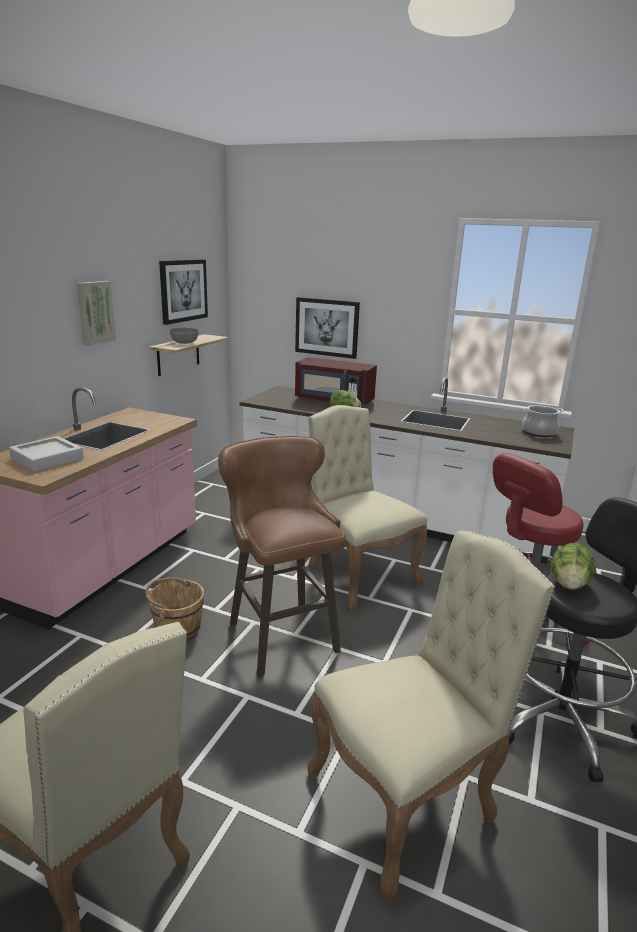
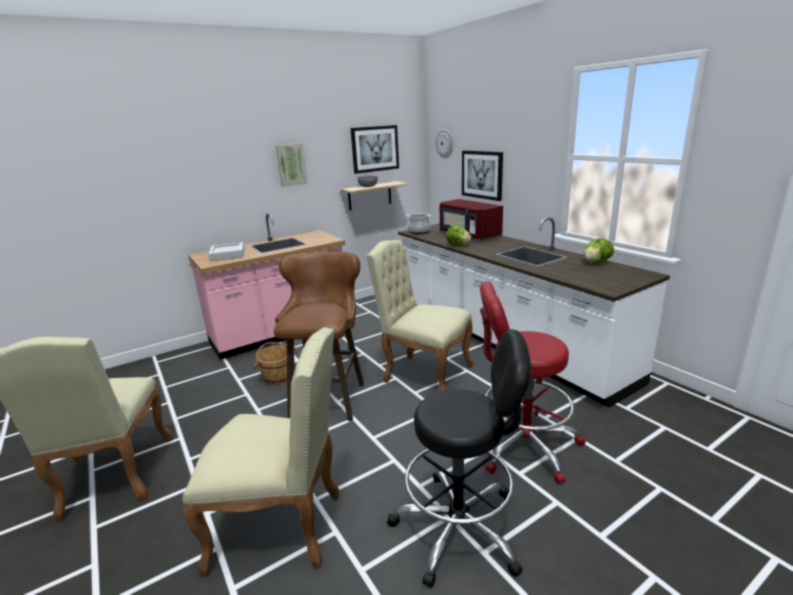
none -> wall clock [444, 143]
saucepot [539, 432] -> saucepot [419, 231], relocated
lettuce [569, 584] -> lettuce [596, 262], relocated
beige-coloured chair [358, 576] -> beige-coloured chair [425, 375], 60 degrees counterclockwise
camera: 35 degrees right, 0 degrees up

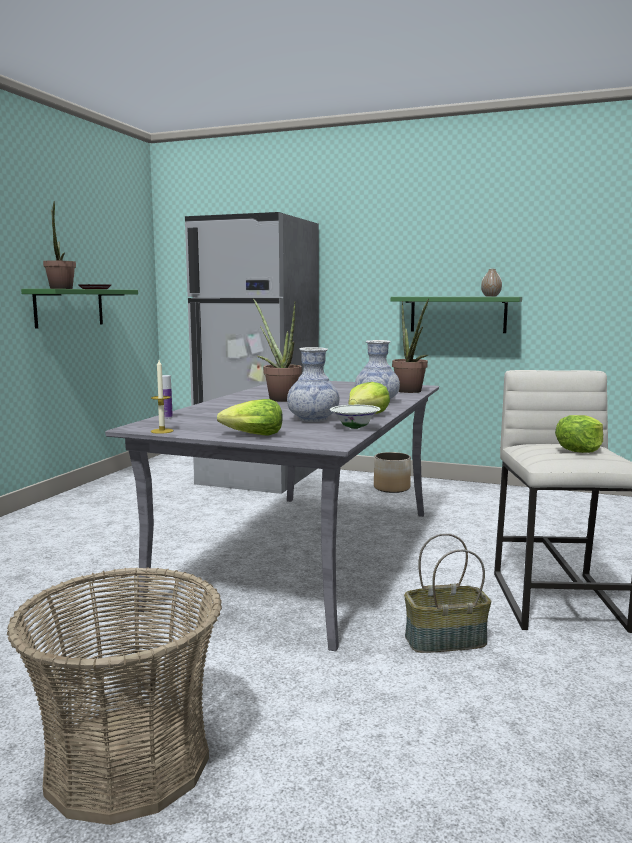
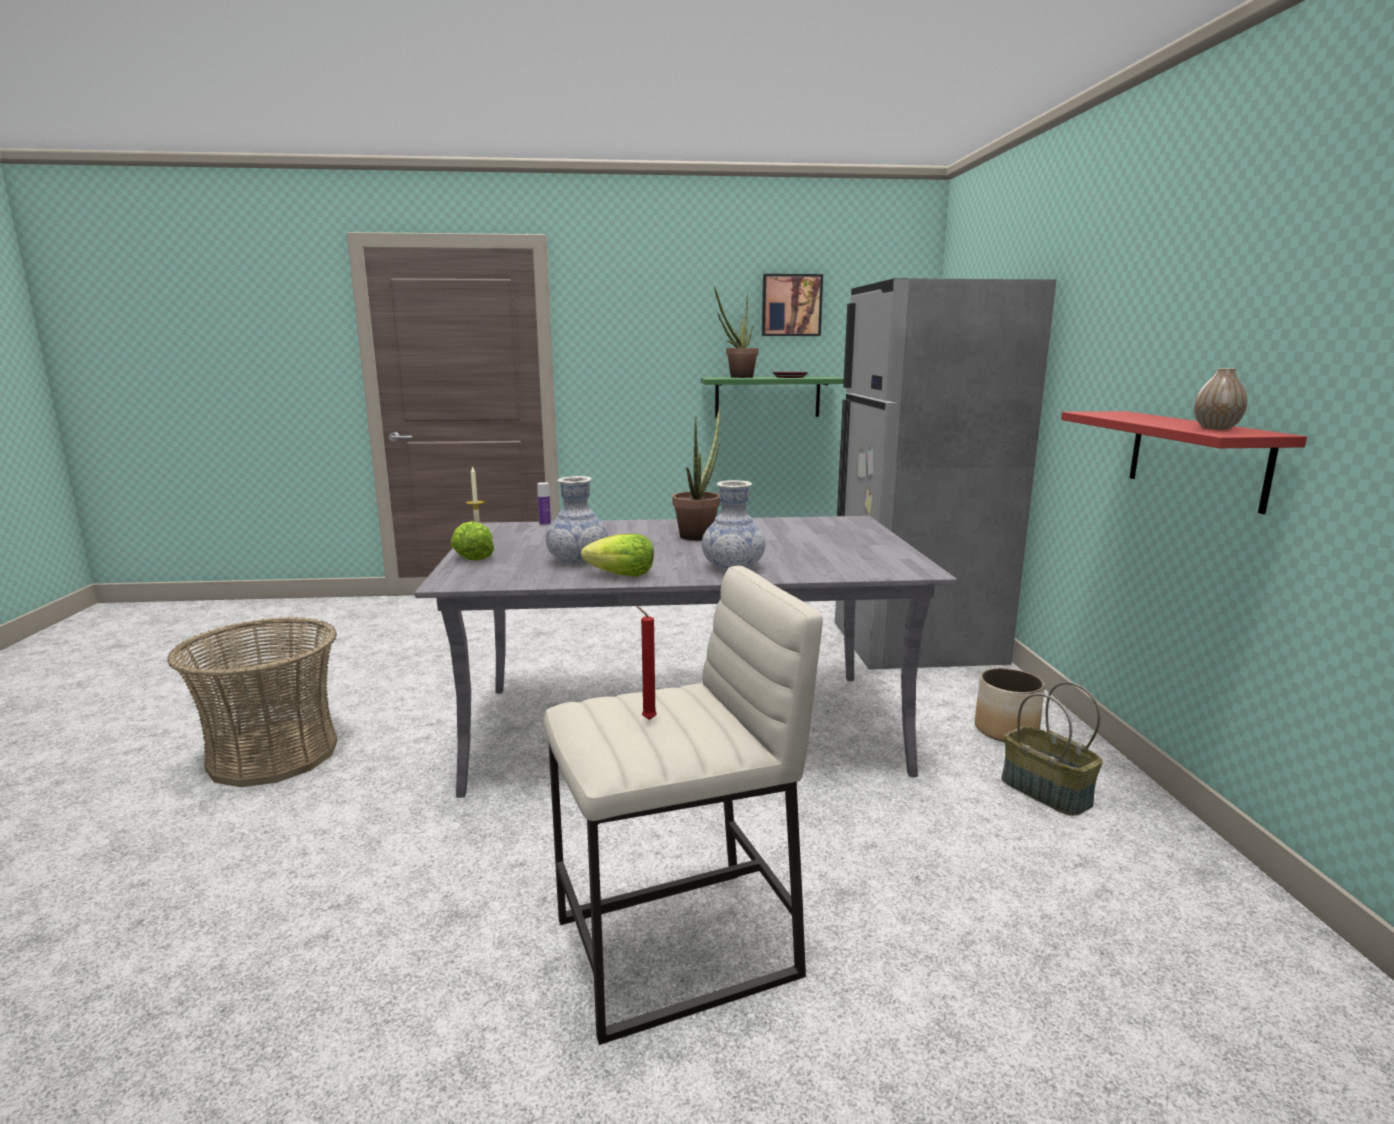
white-coloured serving bowl [355, 428] -> none
houseplant [411, 392] -> none
none -> wall art [791, 305]
household basket [445, 641] -> household basket [1044, 792], relocated
lettuce [580, 449] -> reddish wax light [647, 719]
greenish shelf [458, 314] -> reddish shelf [1196, 458]
camera: 65 degrees right, 5 degrees up

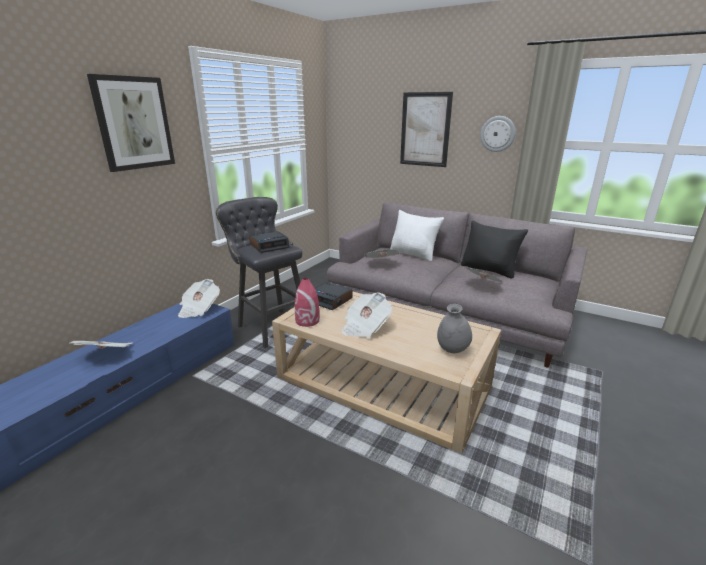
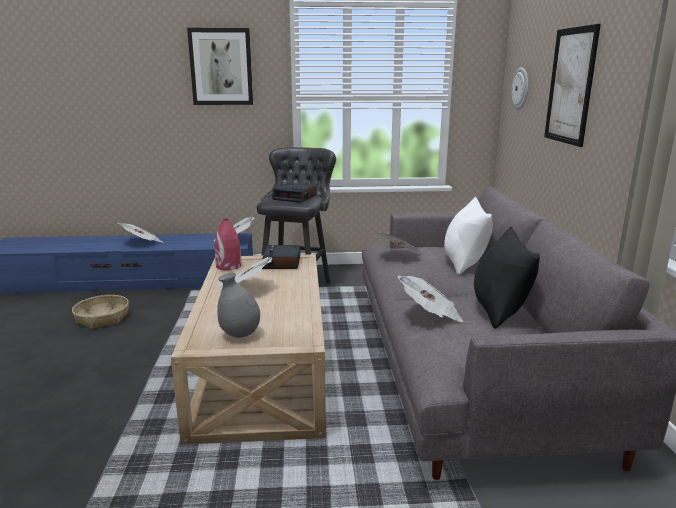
none -> household basket [102, 318]
wall clock [497, 134] -> wall clock [521, 88], relocated
camera: 55 degrees right, 5 degrees down

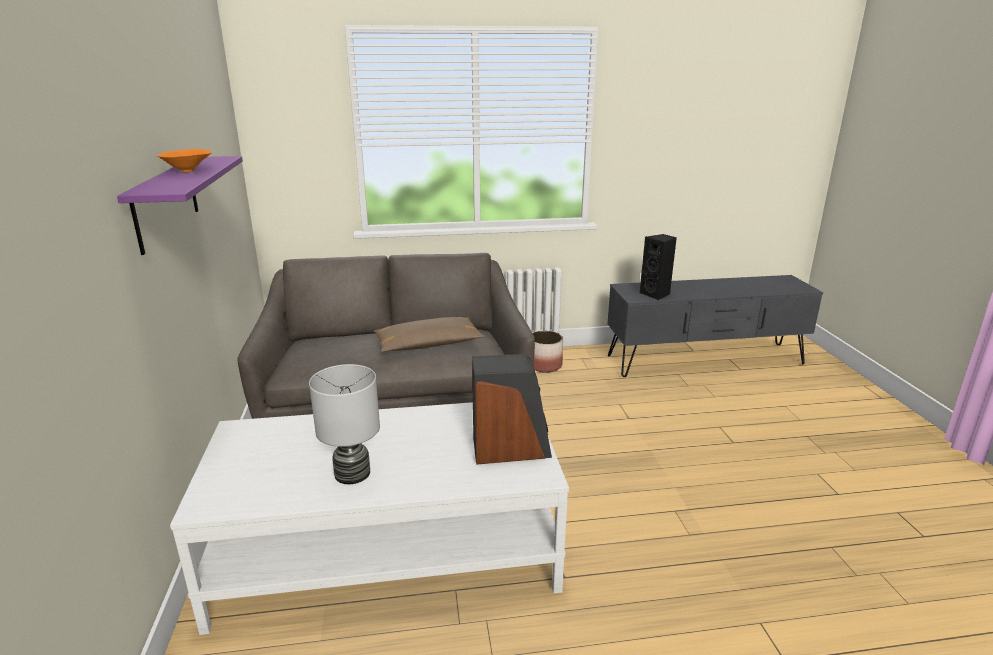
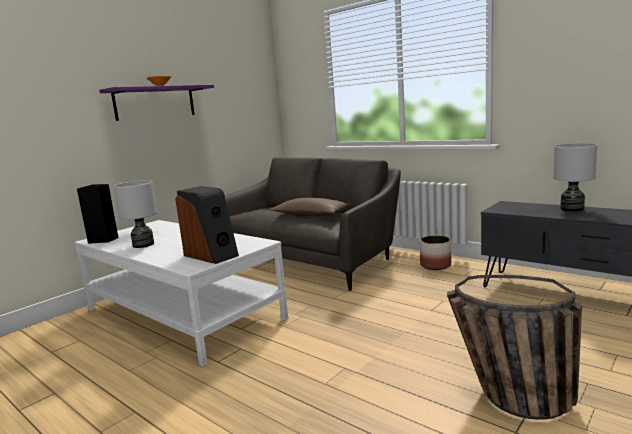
none -> household basket [507, 400]
none -> grey tabletop lamp [572, 209]
blackish loudspeaker [656, 294] -> blackish loudspeaker [104, 240], relocated
camera: 50 degrees right, 10 degrees down

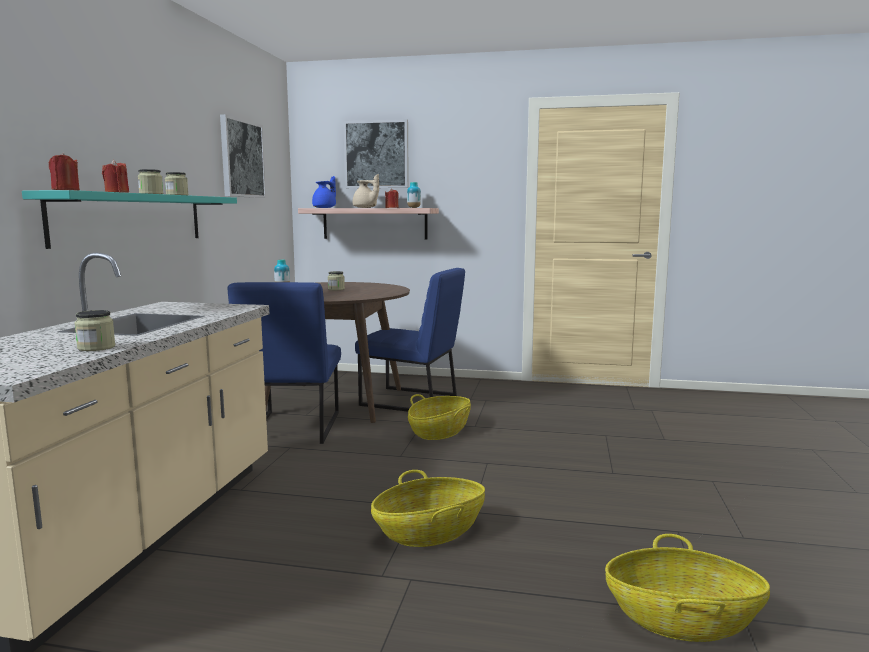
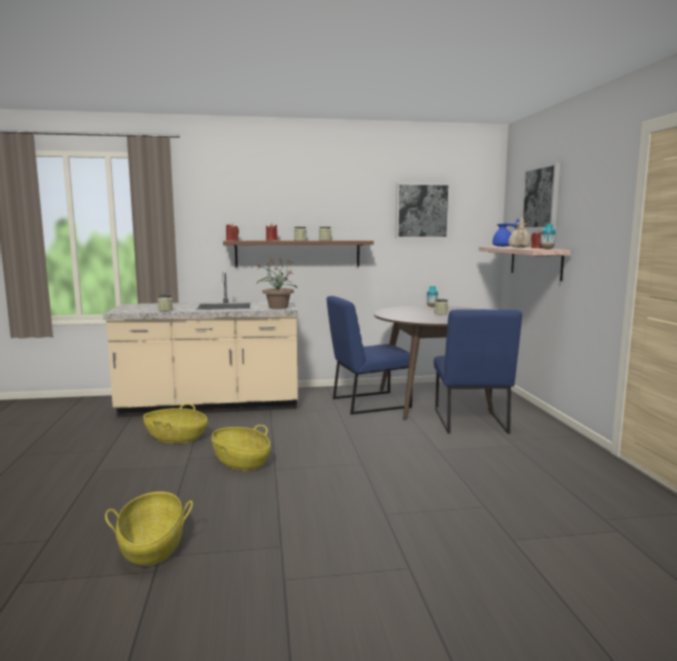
none -> houseplant [278, 307]
household basket [439, 431] -> household basket [176, 437], relocated
turquoise-coloured shelf [132, 218] -> brown-coloured shelf [298, 253]
camera: 70 degrees right, 0 degrees up

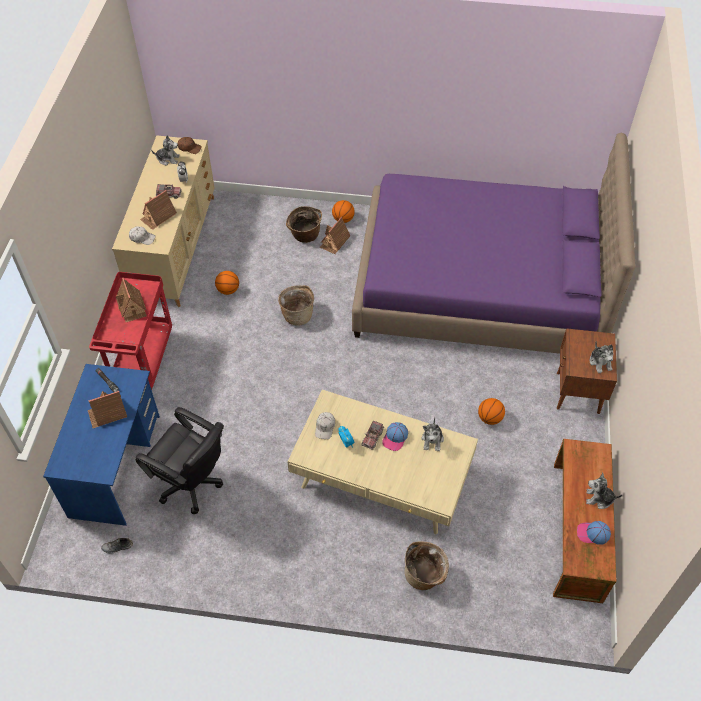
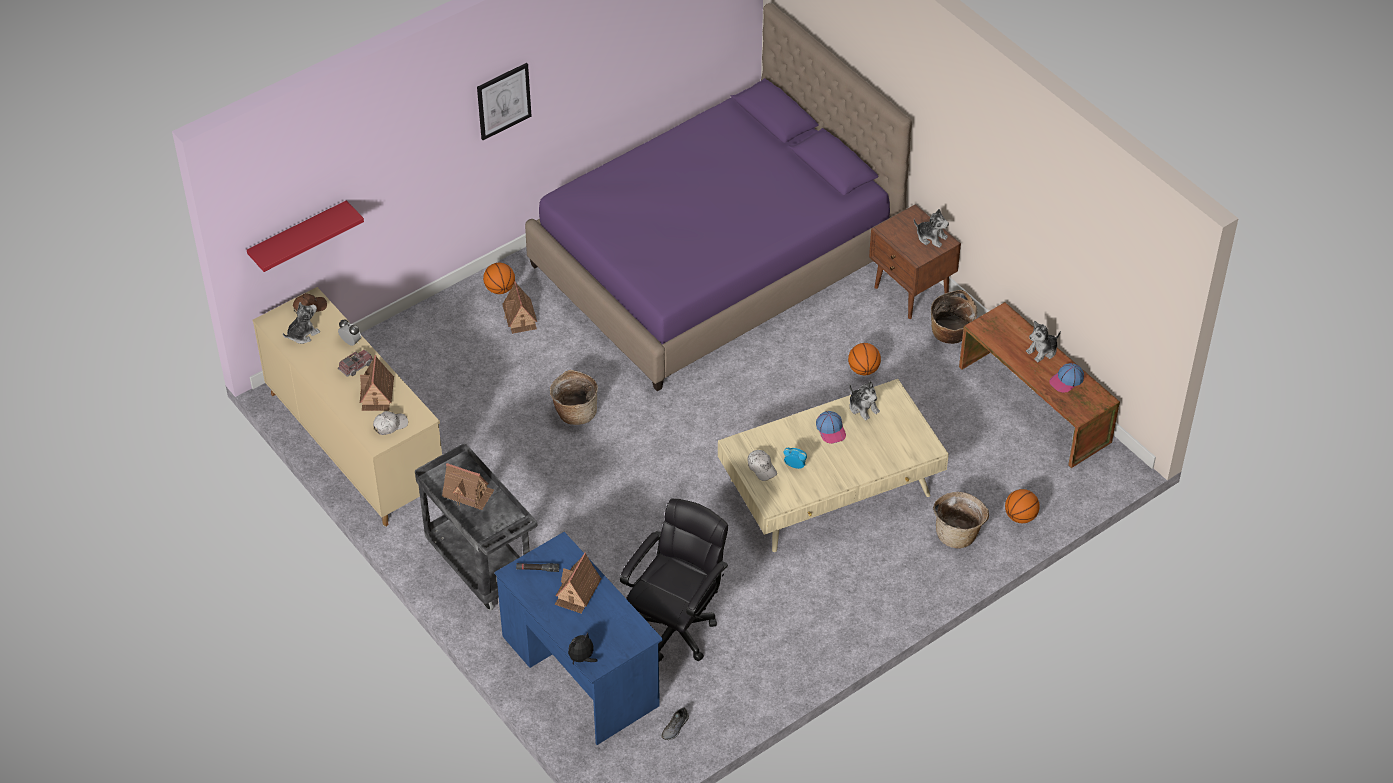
toy lorry [372, 437] -> none
none -> reddish shelf [298, 236]
none -> wall art [503, 101]
none -> soft toy [582, 658]
basketball ball [228, 290] -> basketball ball [1020, 516], relocated
household basket [304, 236] -> household basket [951, 334], relocated
reddish trolley [143, 365] -> grey trolley [482, 571]
blackish computer chair [194, 487] -> blackish computer chair [678, 628], 45 degrees counterclockwise
camera: 45 degrees left, 5 degrees down

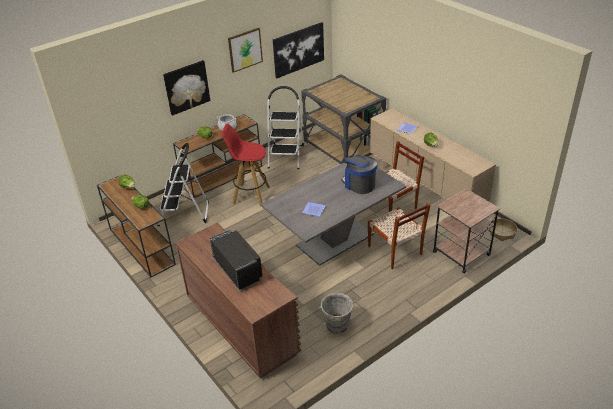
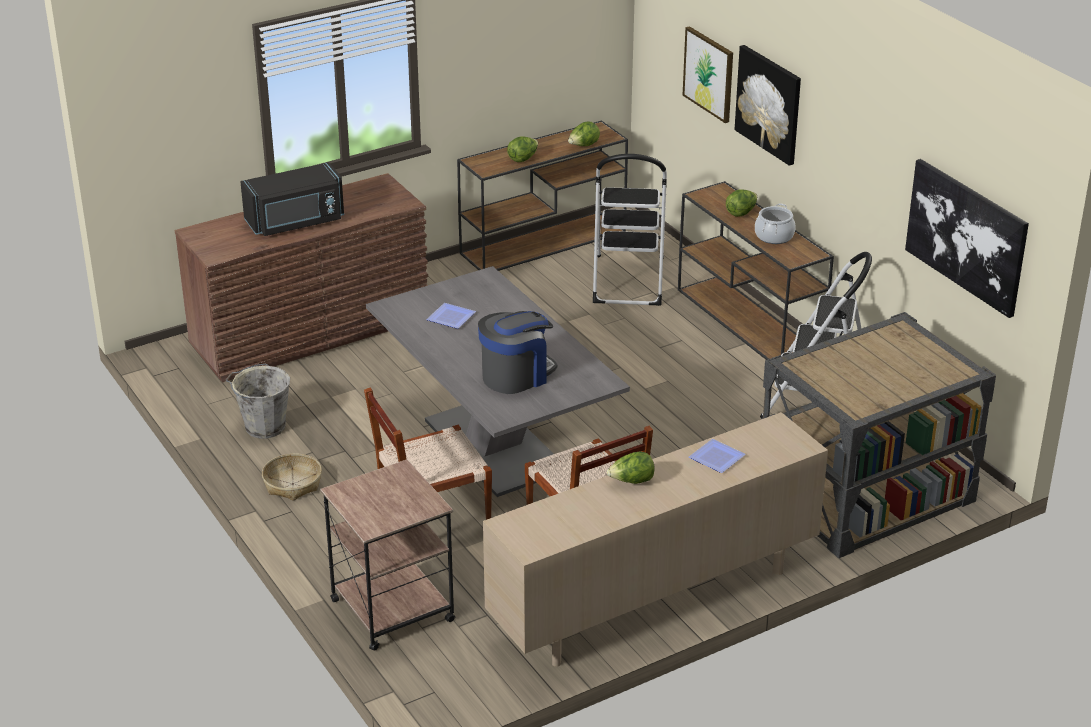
reddish sitting stool [250, 195] -> none
wall art [245, 49] -> wall art [709, 74], relocated
household basket [502, 233] -> household basket [292, 484], relocated
camera: 95 degrees right, 5 degrees down

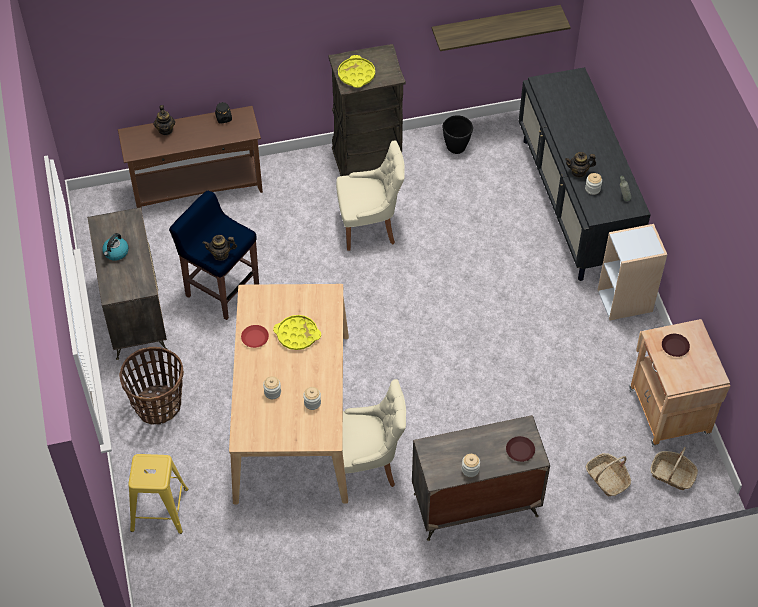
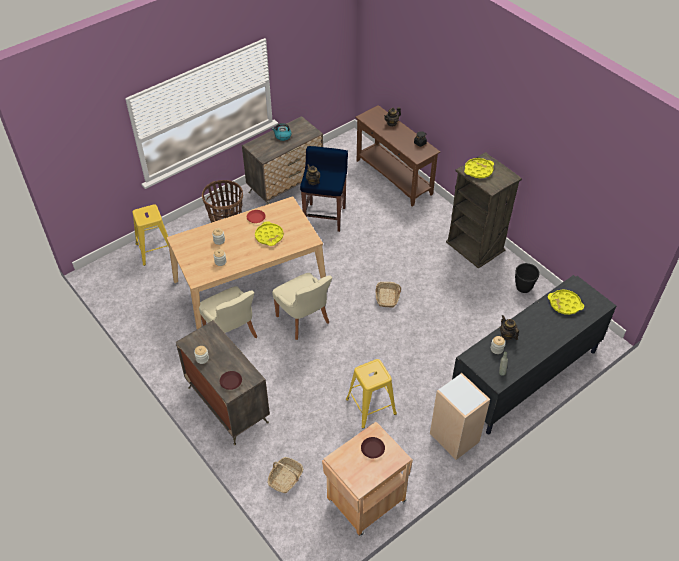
shelf [495, 25] -> none
none -> yellow-coloured sitting stool [371, 406]
none -> yellow-coloured tray [564, 304]
beige-coloured chair [370, 227] -> beige-coloured chair [304, 320], relocated
household basket [672, 475] -> household basket [387, 298], relocated
camera: 65 degrees right, 5 degrees down

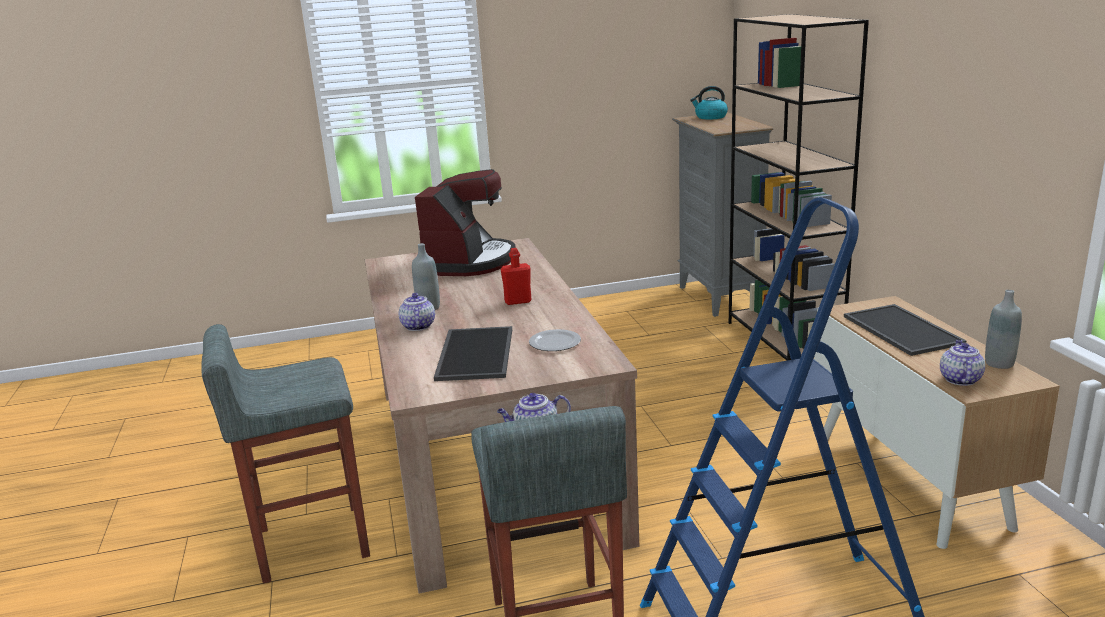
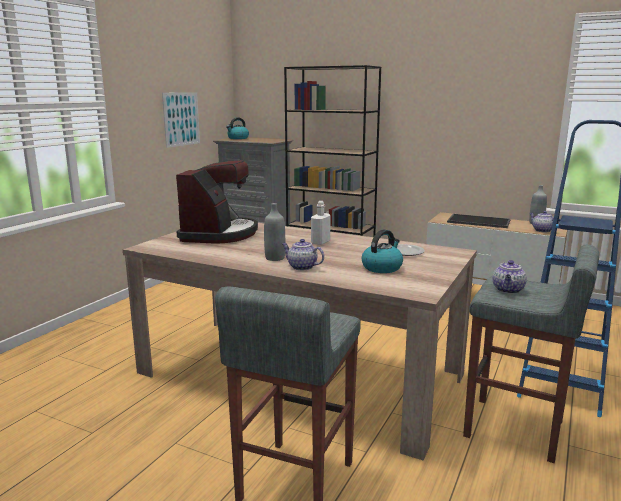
none -> wall art [181, 119]
tray [473, 353] -> tea kettle [382, 267]
reddish drink bottle [518, 301] -> white-coloured drink bottle [320, 242]
coffee brewer [469, 262] -> coffee brewer [219, 234], 45 degrees clockwise
camera: 50 degrees left, 5 degrees down

